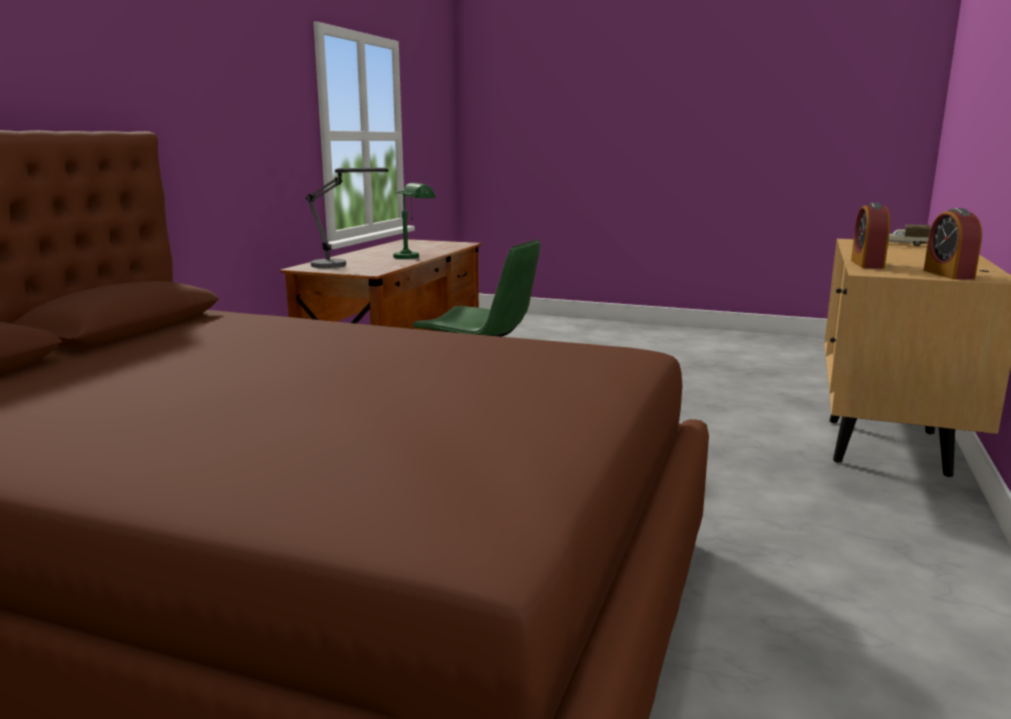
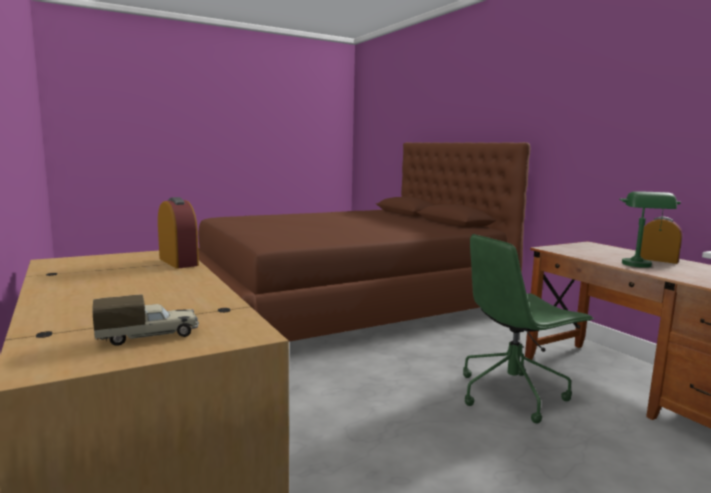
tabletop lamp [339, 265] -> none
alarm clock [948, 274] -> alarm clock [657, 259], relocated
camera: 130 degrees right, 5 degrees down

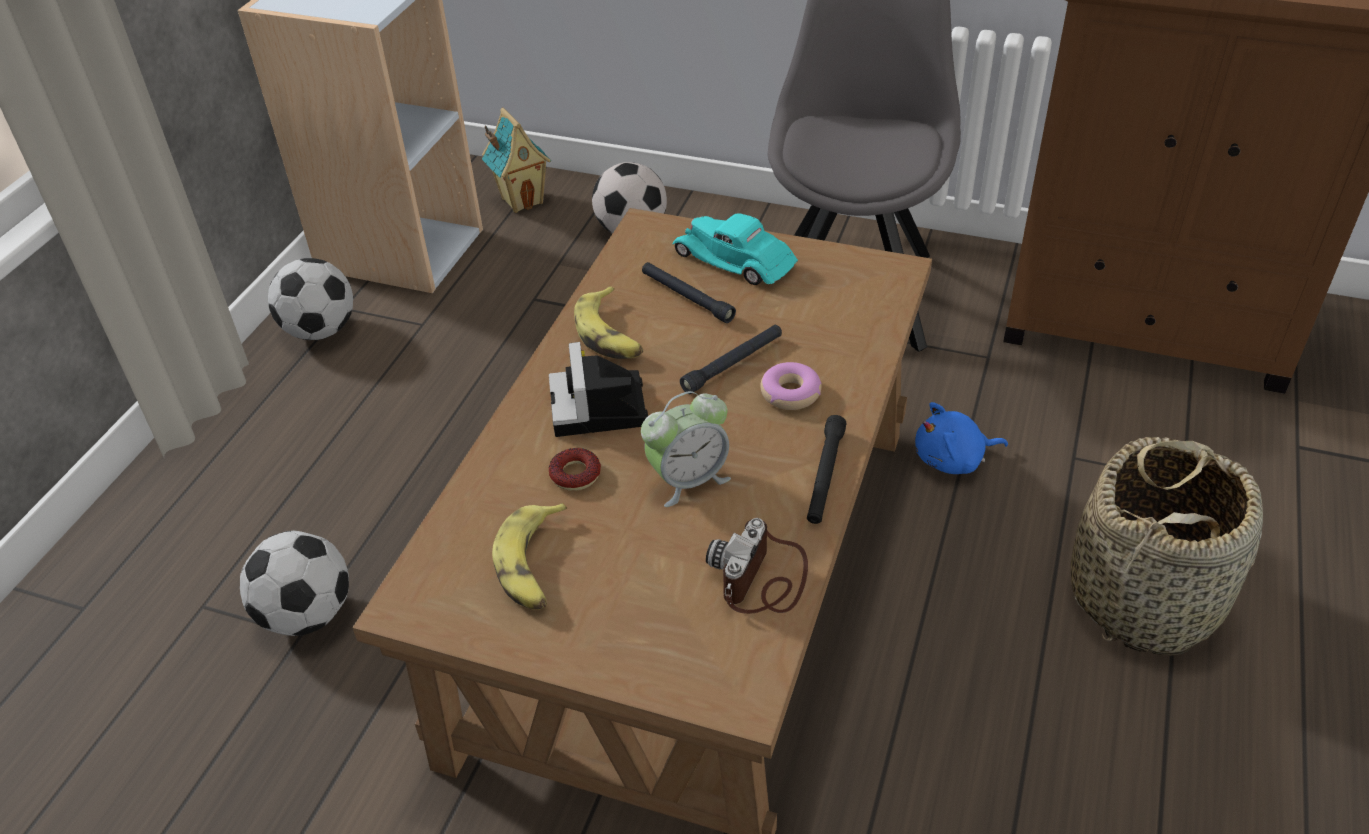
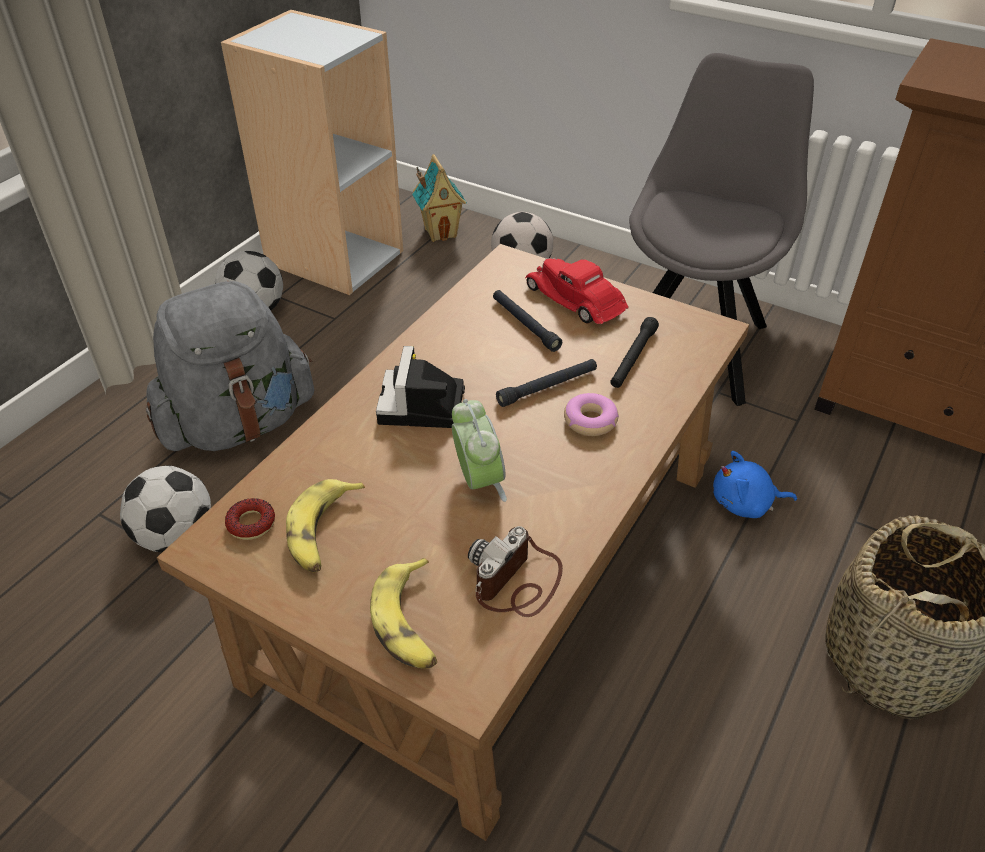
none -> grey rucksack [239, 424]
ring doughnut [575, 474] -> ring doughnut [251, 523], relocated
whole banana [610, 334] -> whole banana [409, 623], relocated
blackish hand torch [825, 476] -> blackish hand torch [633, 358], relocated
turquoise-coloured miniature car [735, 260] -> reddish miniature car [576, 299]
alarm clock [688, 480] -> alarm clock [478, 481], 90 degrees counterclockwise
camera: 10 degrees right, 0 degrees up

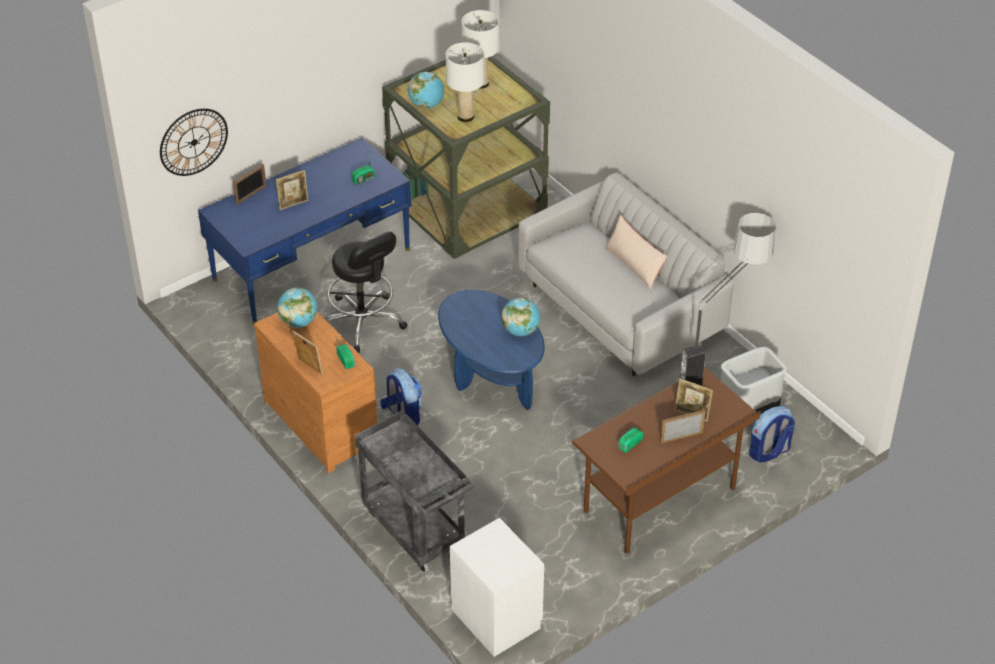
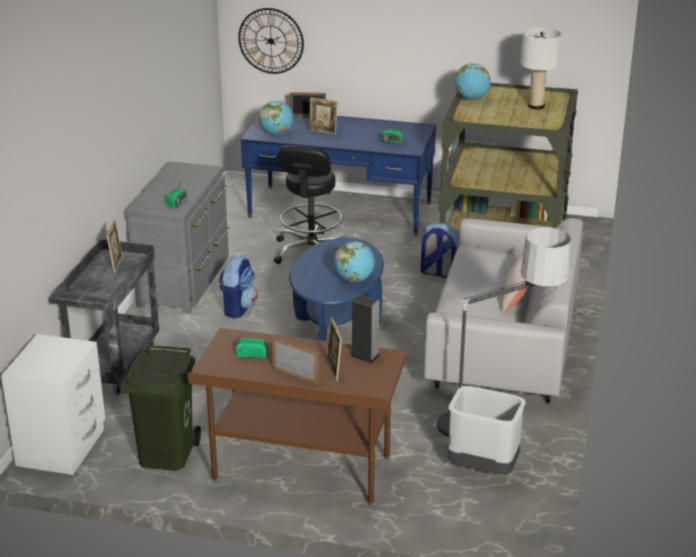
white-coloured tabletop lamp [466, 117] -> none
none -> greenish rubbish bin [165, 454]
desk globe [298, 322] -> desk globe [276, 134], relocated
standing frame [309, 366] -> standing frame [116, 264], relocated
rucksack [769, 452] -> rucksack [438, 273], relocated
brown-coloured drawer chest [323, 422] -> grey drawer chest [186, 282]
camera: 50 degrees right, 15 degrees down

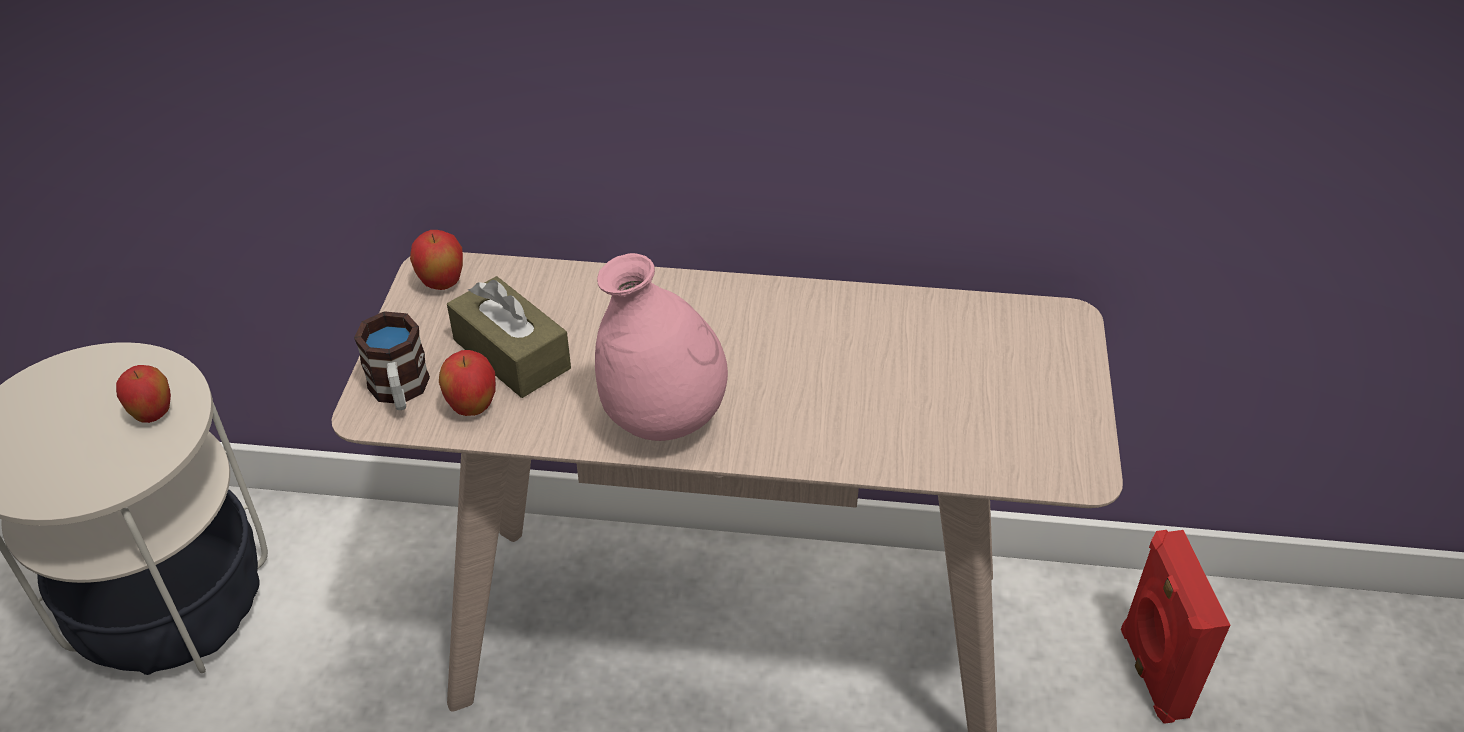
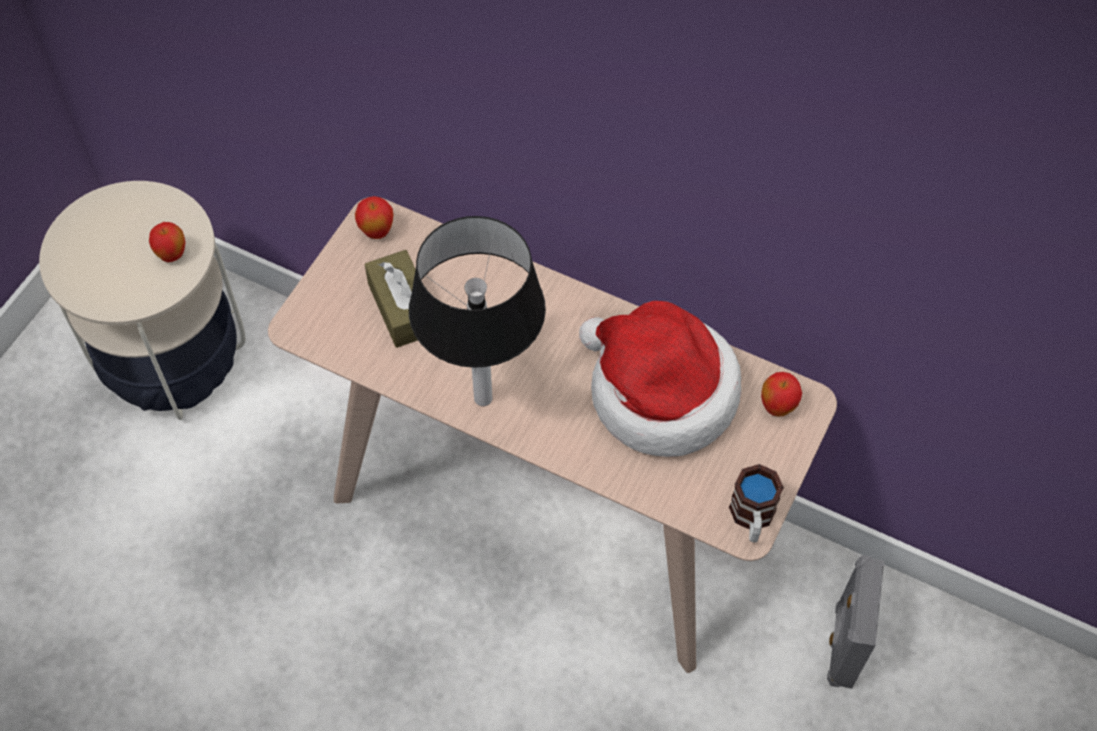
none -> hat [658, 393]
coffee mug [400, 392] -> coffee mug [752, 518], relocated
whole apple [472, 408] -> whole apple [777, 407], relocated
pink flower vase [663, 421] -> tabletop lamp [482, 397]
reddish loudspeaker [1150, 673] -> grey loudspeaker [841, 645]
camera: 20 degrees right, 15 degrees up

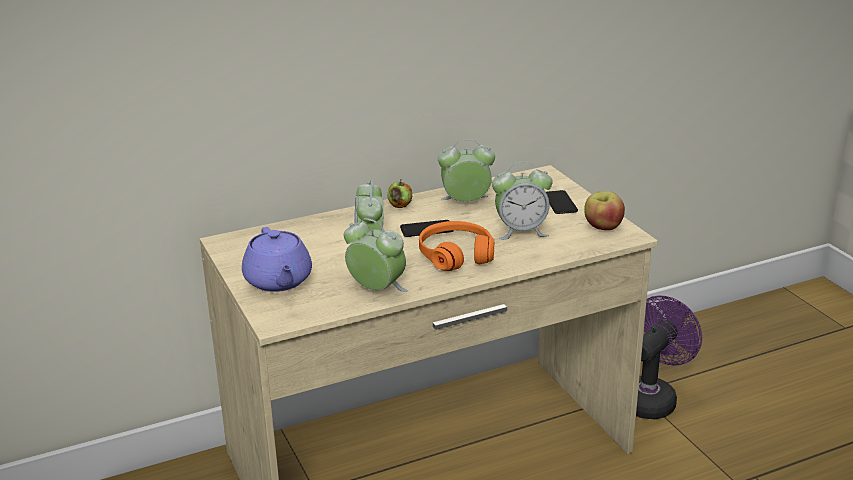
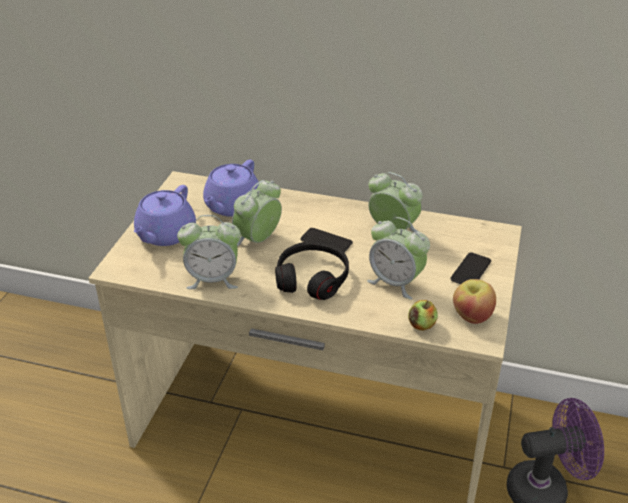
none -> purple-coloured teapot [232, 206]
whole apple [400, 205] -> whole apple [421, 325], relocated
orange-coloured headset [456, 255] -> blackish headset [312, 278]
alarm clock [376, 290] -> alarm clock [213, 279], 105 degrees clockwise
camera: 40 degrees right, 10 degrees up

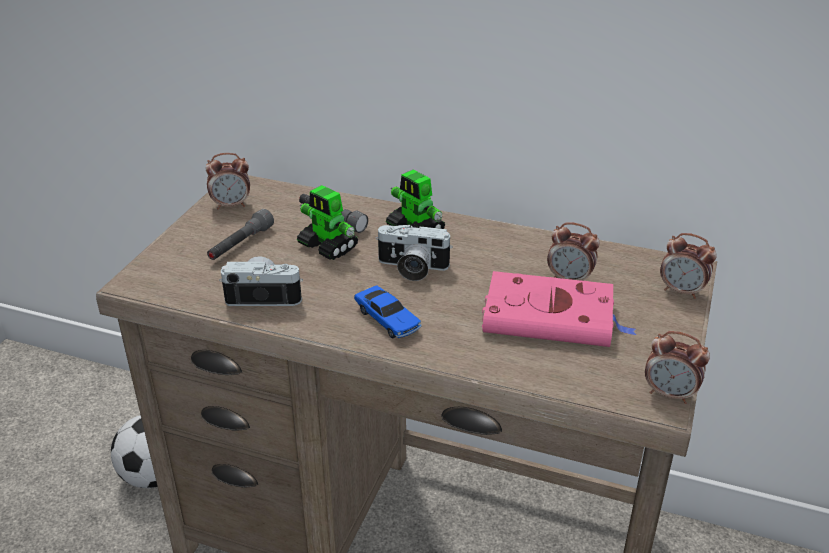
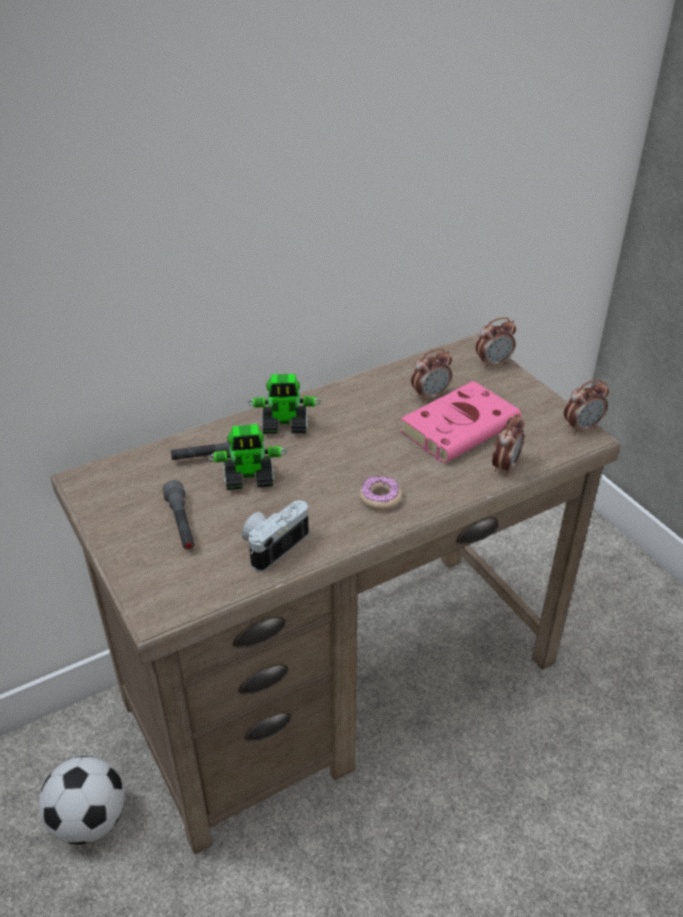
photo camera [411, 268] -> none
alarm clock [231, 205] -> alarm clock [505, 466], relocated
miniature car [387, 319] -> ring doughnut [380, 498]
camera: 50 degrees left, 5 degrees up

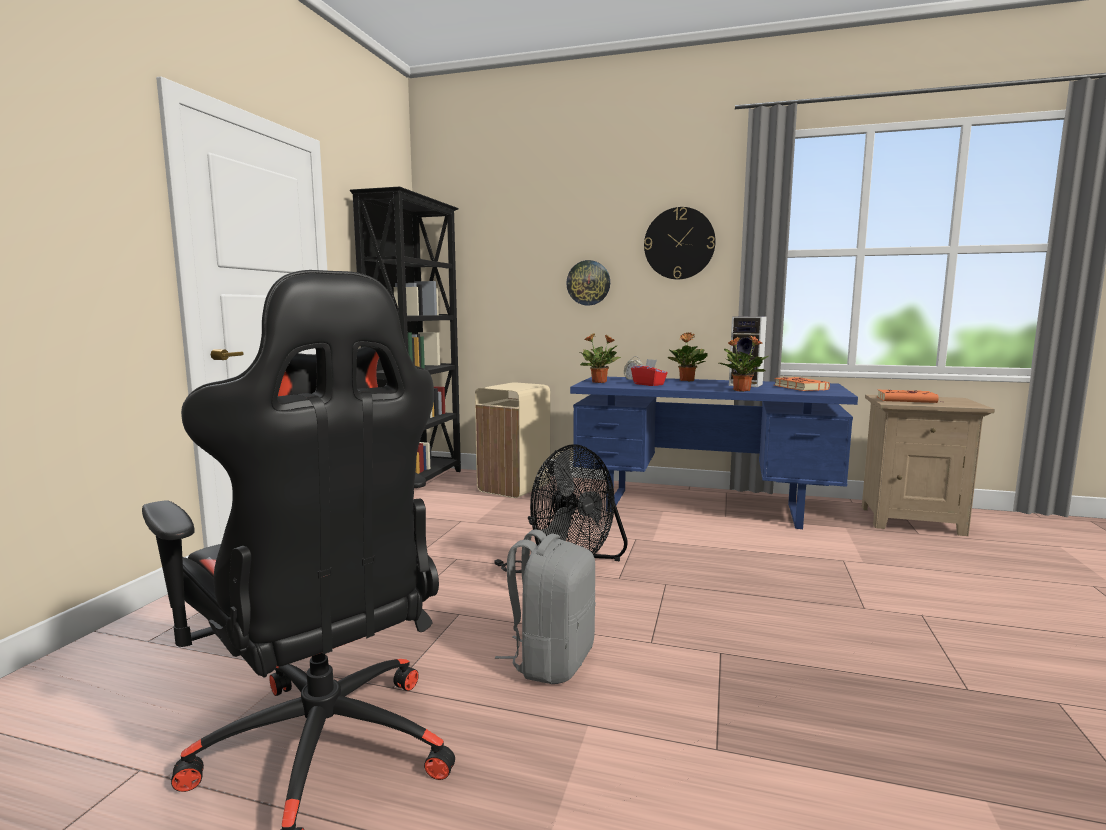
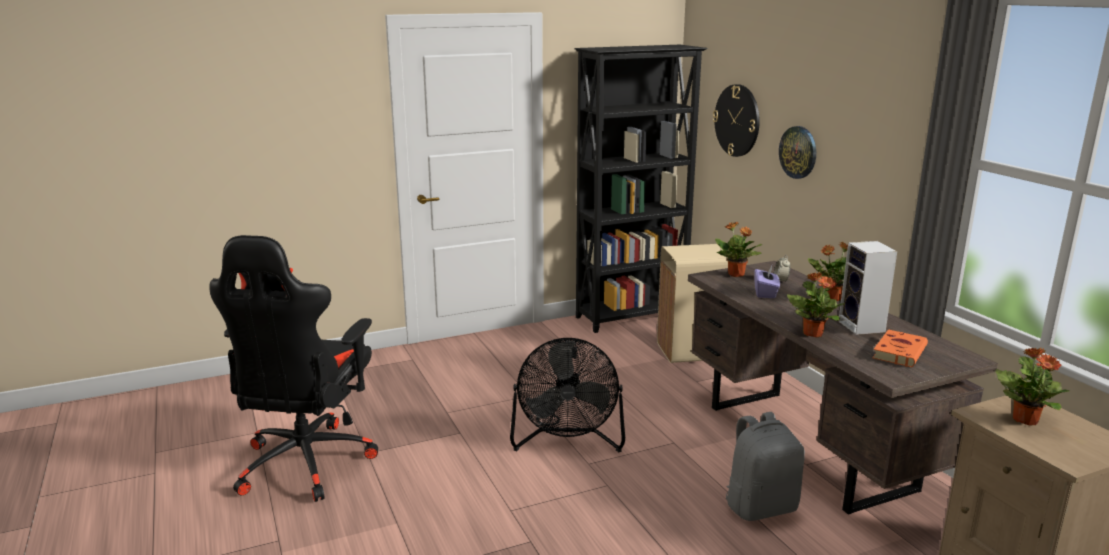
grey rucksack [551, 660] -> grey rucksack [760, 507], relocated
wall clock [679, 243] -> wall clock [737, 120], relocated
orange-coloured volume [908, 400] -> houseplant [1025, 419]
bluish desk [703, 507] -> brown-coloured desk [809, 446]
reddish tissue box [649, 384] -> purple-coloured tissue box [765, 293]
camera: 50 degrees right, 10 degrees up

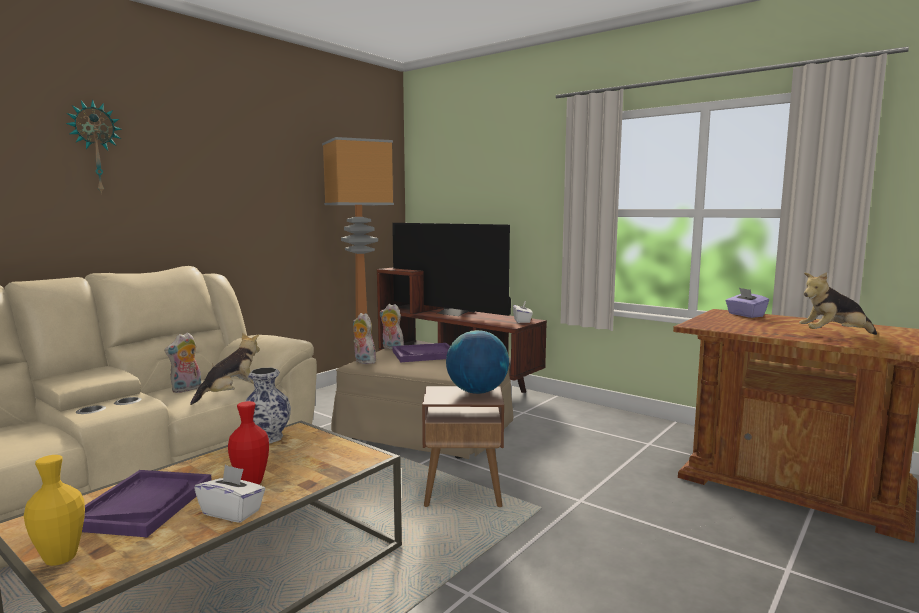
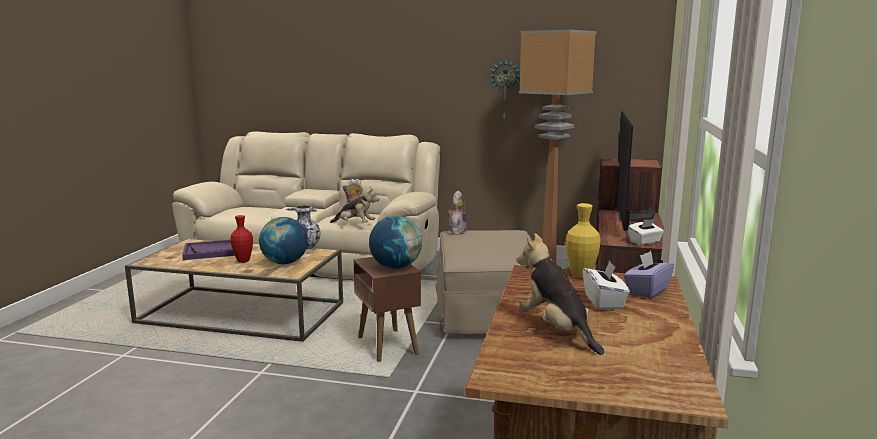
soft toy [391, 348] -> none
purple-coloured tray [424, 354] -> none
none -> desk globe [285, 263]
yellow-coloured flower vase [60, 559] -> yellow-coloured flower vase [580, 275], relocated
wall clock [95, 147] -> wall clock [505, 90], relocated
white-coloured tissue box [232, 512] -> white-coloured tissue box [604, 302], relocated
camera: 65 degrees right, 5 degrees up

